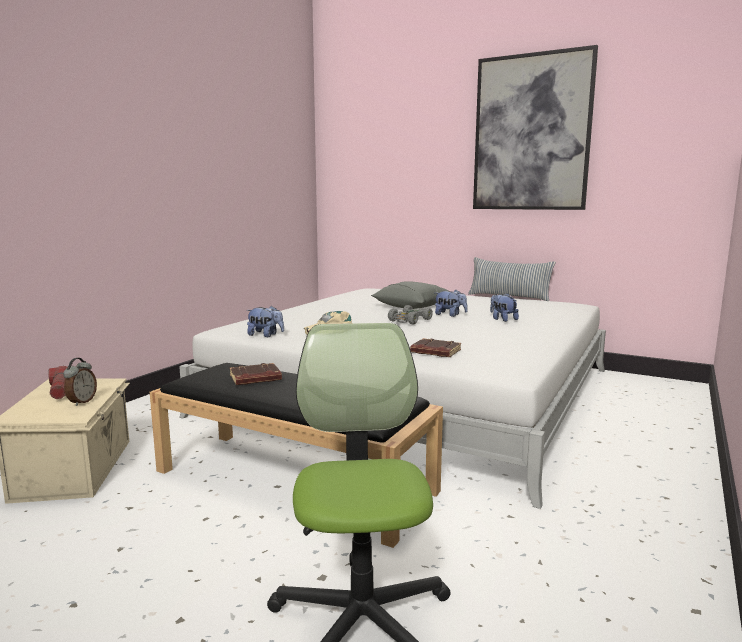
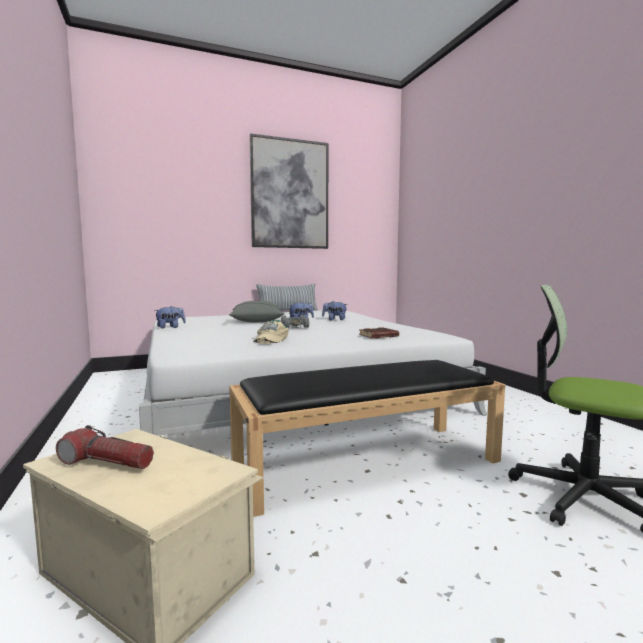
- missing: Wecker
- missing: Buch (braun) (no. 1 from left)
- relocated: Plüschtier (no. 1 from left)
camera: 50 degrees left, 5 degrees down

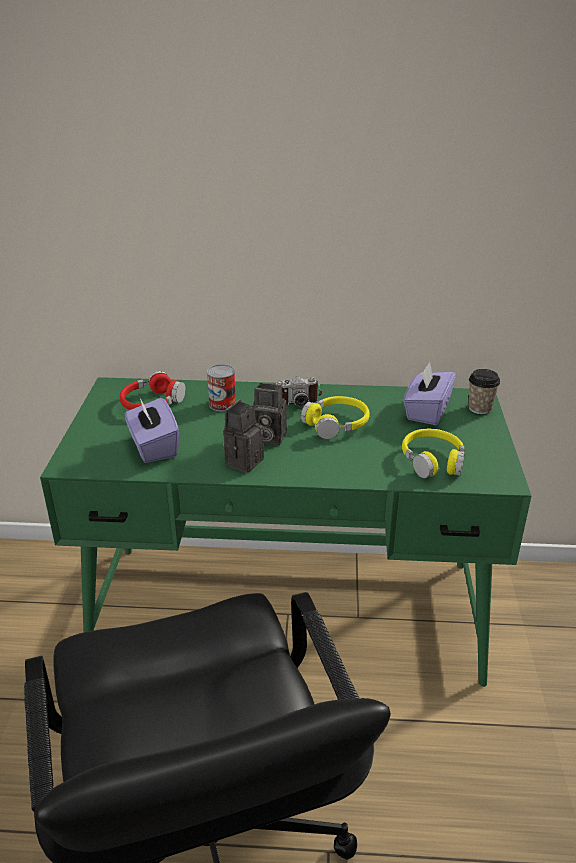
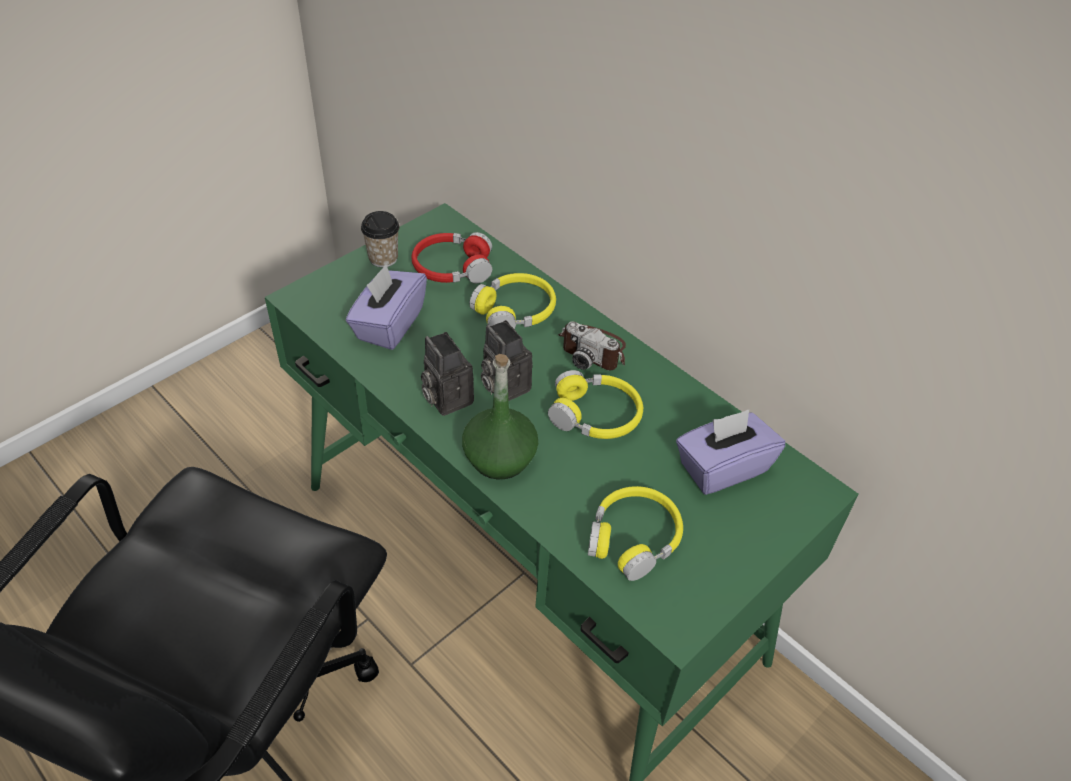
- exchanged: Dose to Kopfhörer (gelb) (no. 1 from left)
- spun: Kamera (no. 1 from left) 105 degrees counterclockwise
- relocated: Tasse
- appeared: Flasche (grün)
camera: 40 degrees right, 15 degrees up

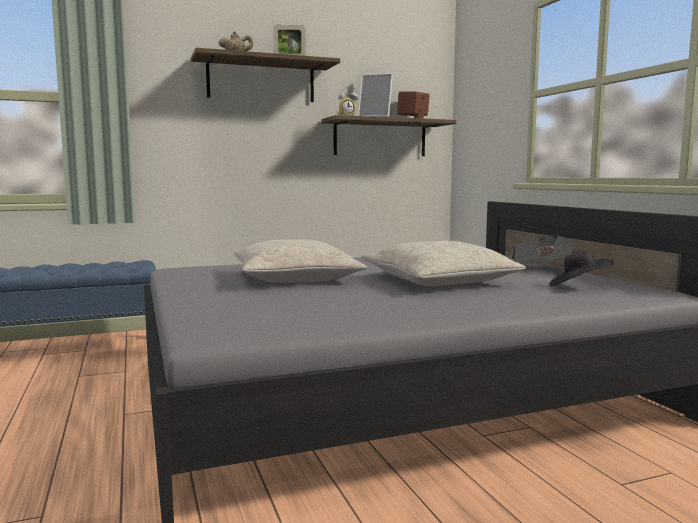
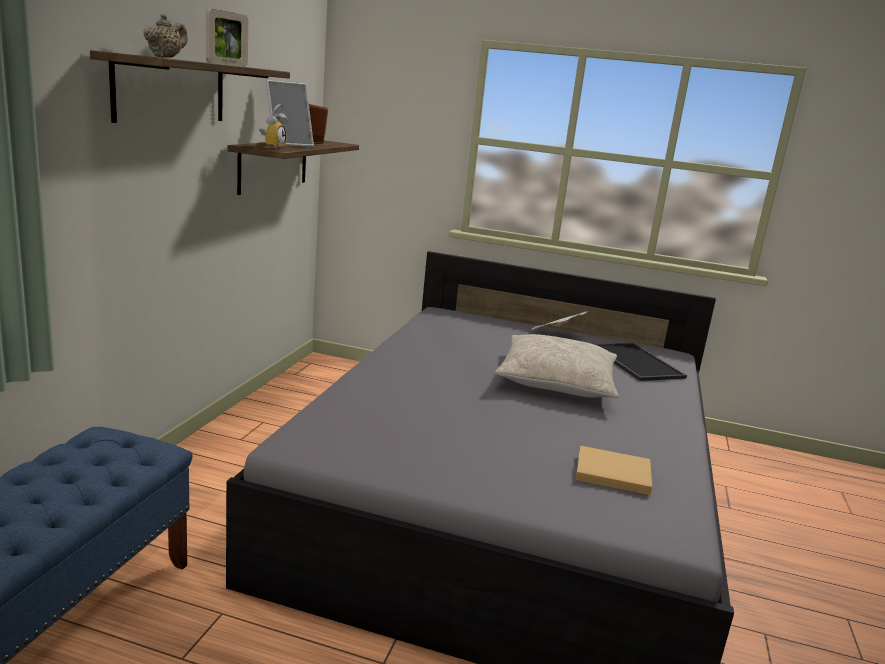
- missing: Kissen (beige) (no. 1 from left)
- exchanged: Hut (schwarz) to Tablett
- appeared: Buch (beige)
camera: 55 degrees left, 10 degrees up

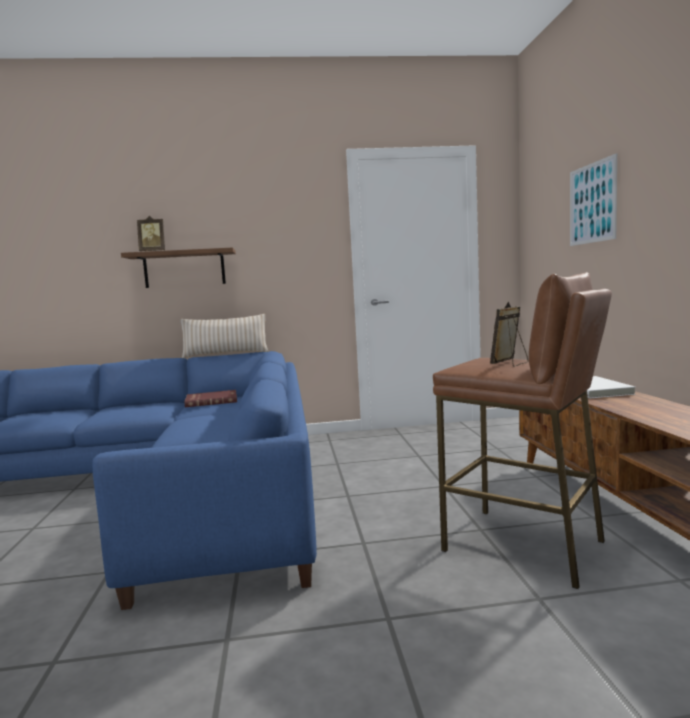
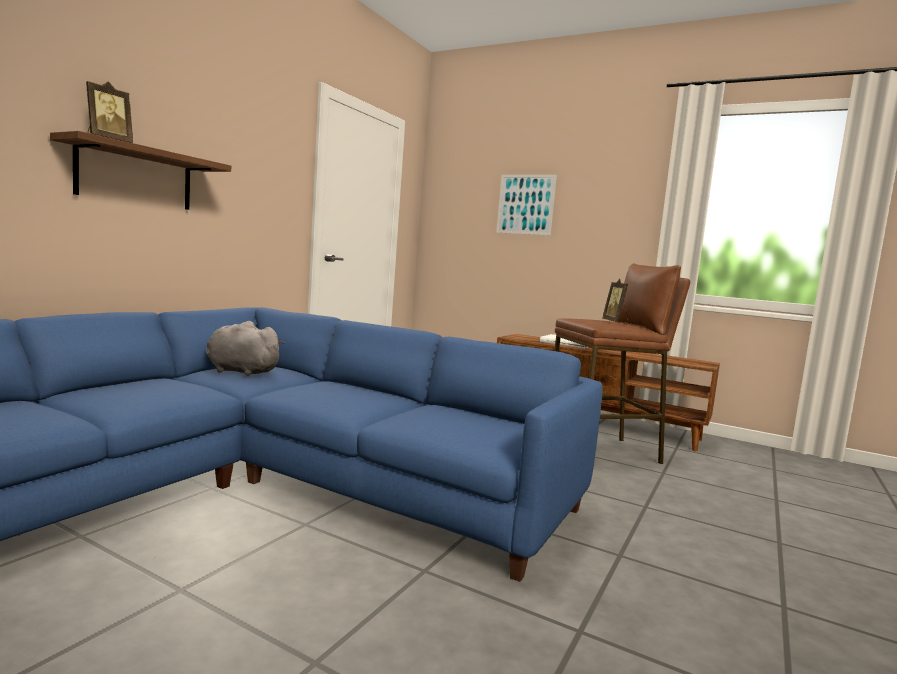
- missing: Kissen (beige)
- exchanged: Buch (rot) to Plüschtier (grau)
camera: 55 degrees left, 0 degrees up

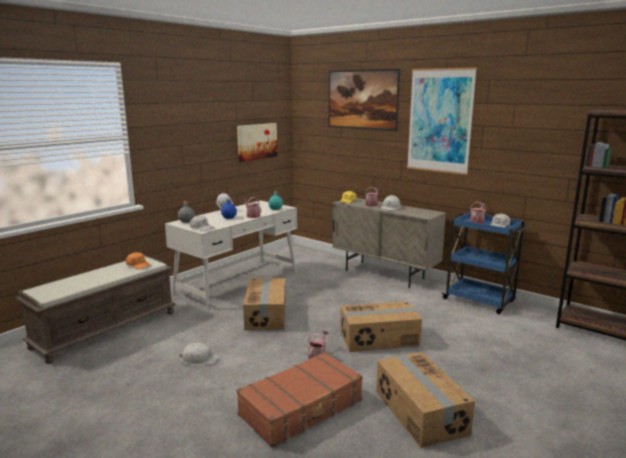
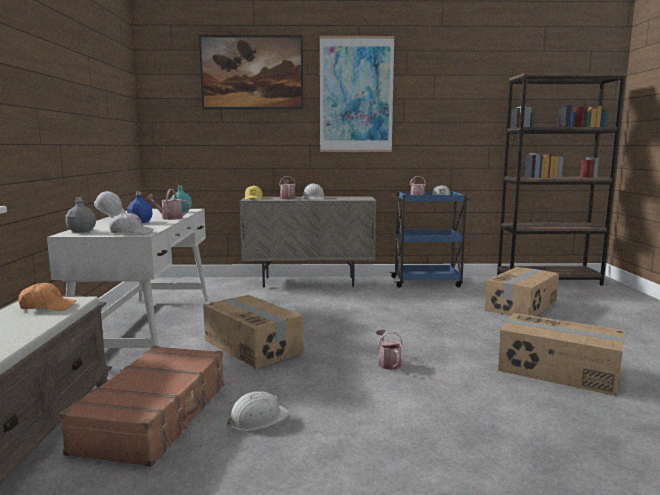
- missing: Bild (no. 1 from left)
- relocated: Koffer (braun)
- relocated: Karton (no. 2 from left)
camera: 40 degrees left, 5 degrees down

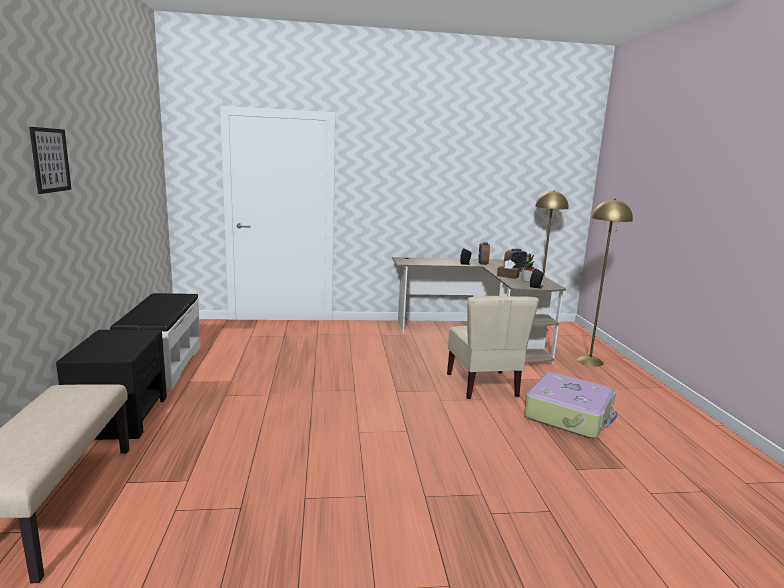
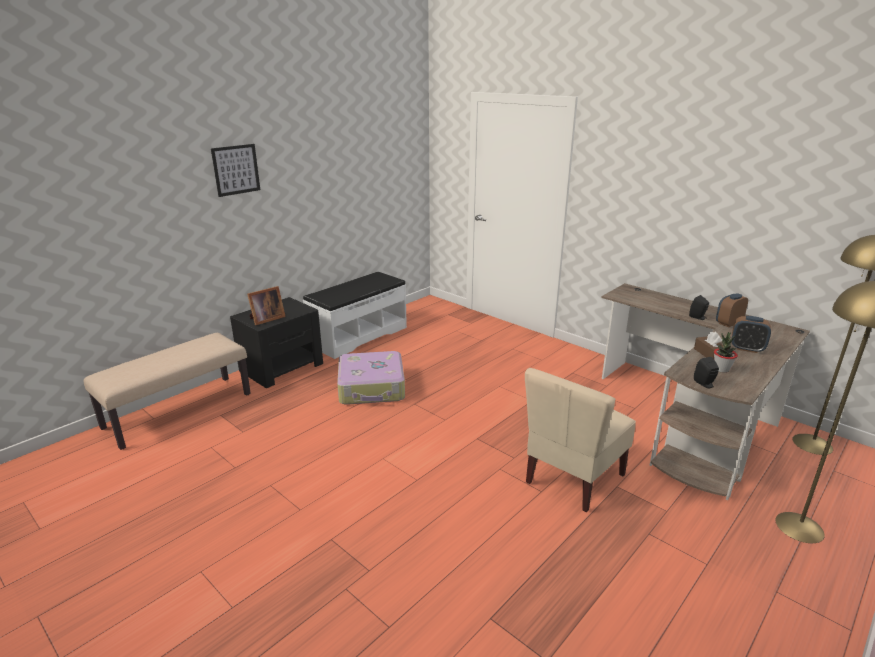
- relocated: Koffer
- appeared: Bilderrahmen
camera: 50 degrees right, 10 degrees up

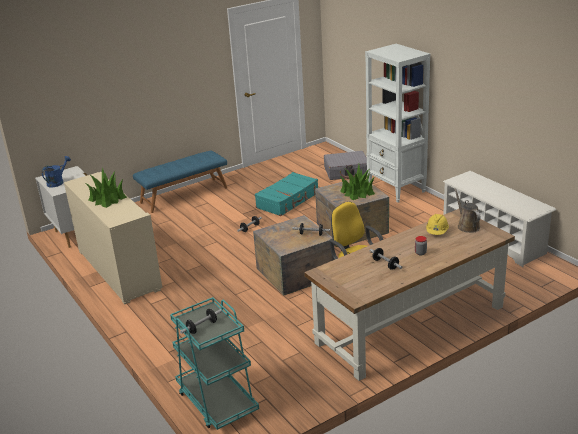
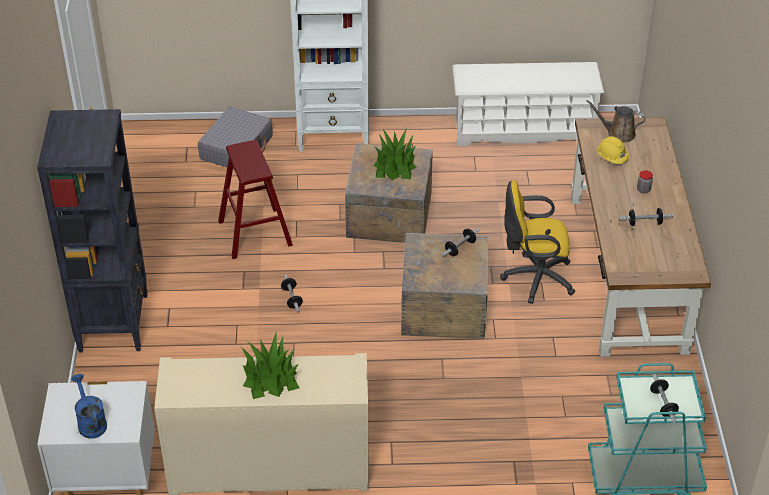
- exchanged: Bank (blau) to Bücherregal (schwarz)
- exchanged: Koffer (türkis) to Hocker (rot)
camera: 60 degrees left, 15 degrees up

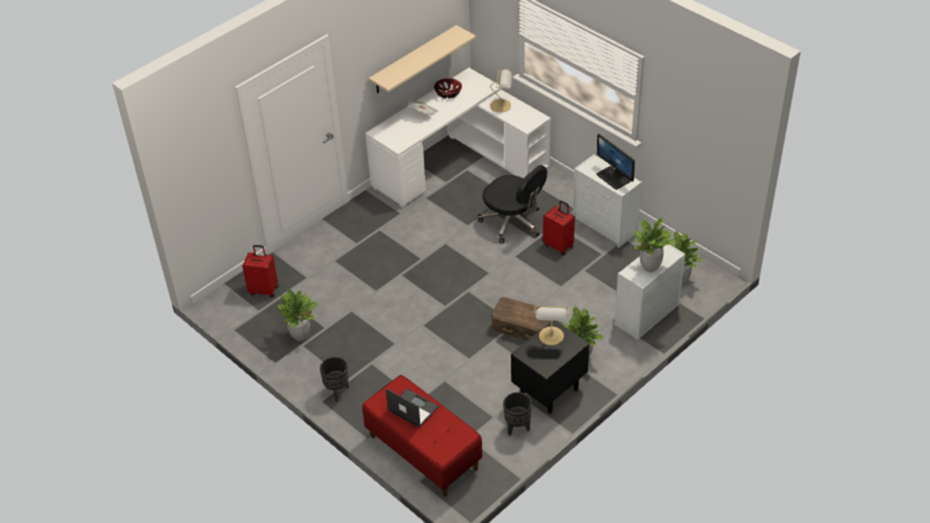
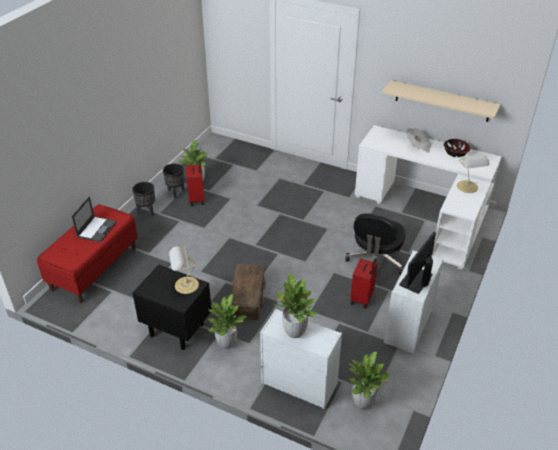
- relocated: Koffer (rot) (no. 1 from left)
- relocated: Pflanzkübel (schwarz) (no. 2 from left)
camera: 70 degrees right, 5 degrees down

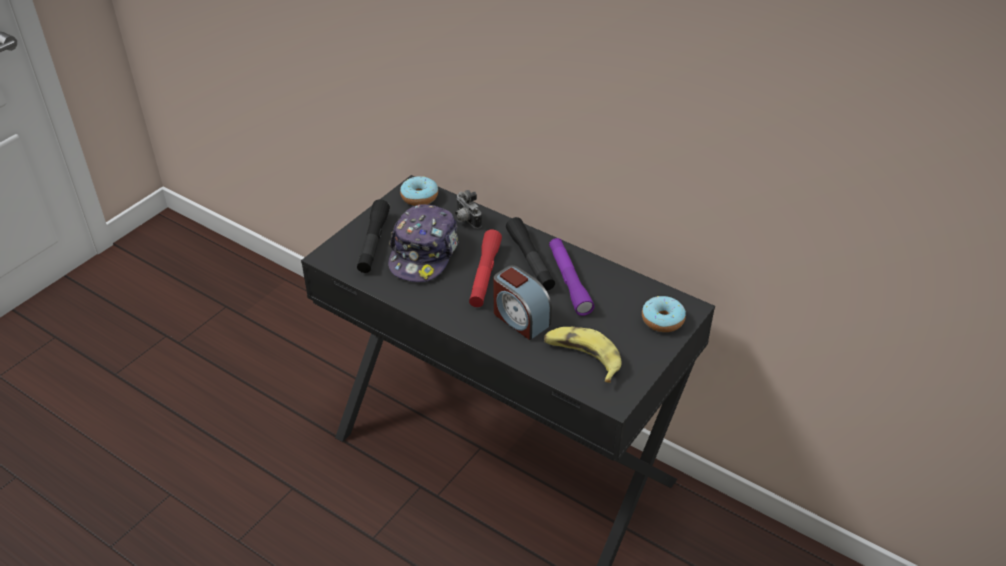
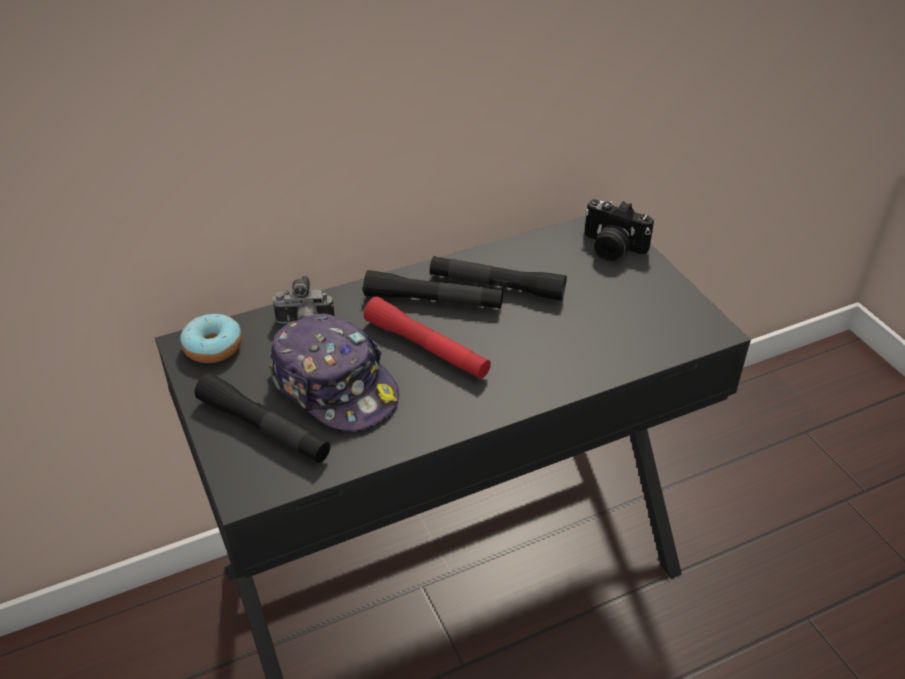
- missing: Wecker
- missing: Banane
- colour: Taschenlampe (lila) to Taschenlampe (schwarz) (no. 3 from left)
- exchanged: Donut (no. 2 from left) to Kamera (no. 2 from left)
camera: 60 degrees left, 0 degrees up

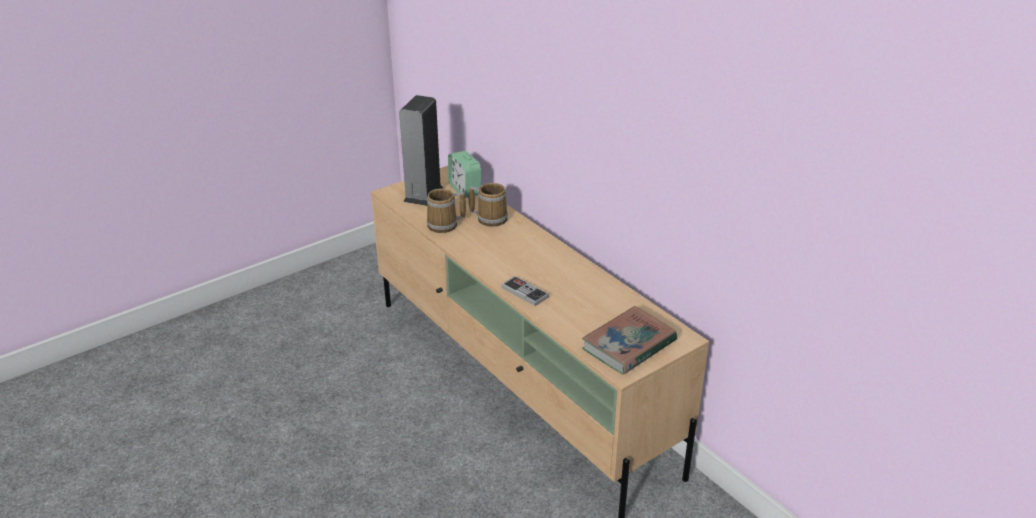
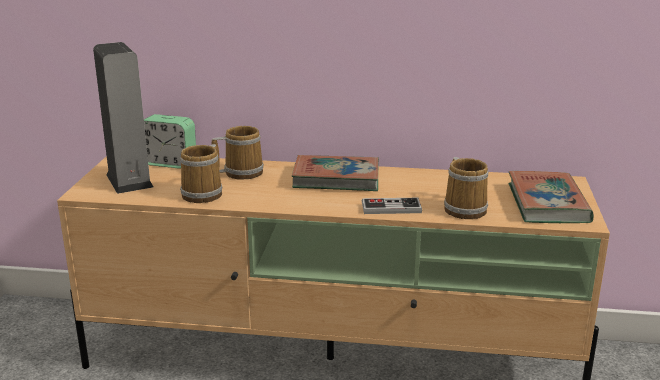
- appeared: Buch (no. 1 from left)
- appeared: Henkelbecher (no. 3 from left)
camera: 45 degrees left, 10 degrees down

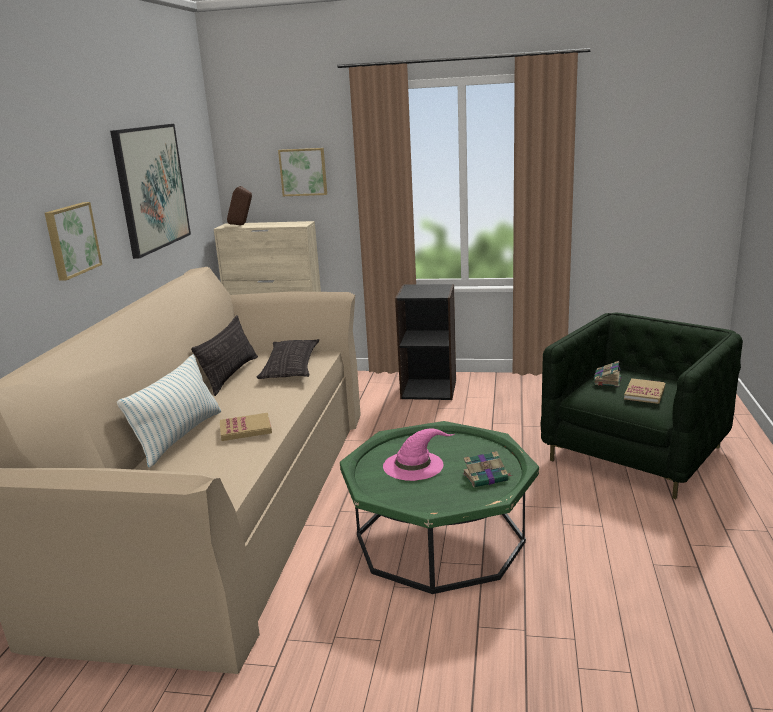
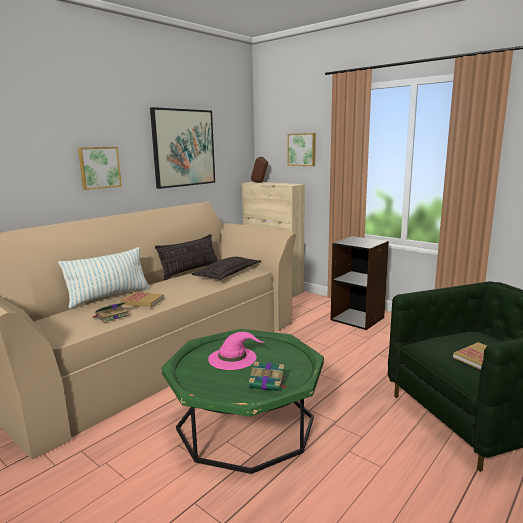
- relocated: Buch (no. 3 from left in the first image) to Buch (no. 1 from left)
camera: 30 degrees right, 5 degrees down

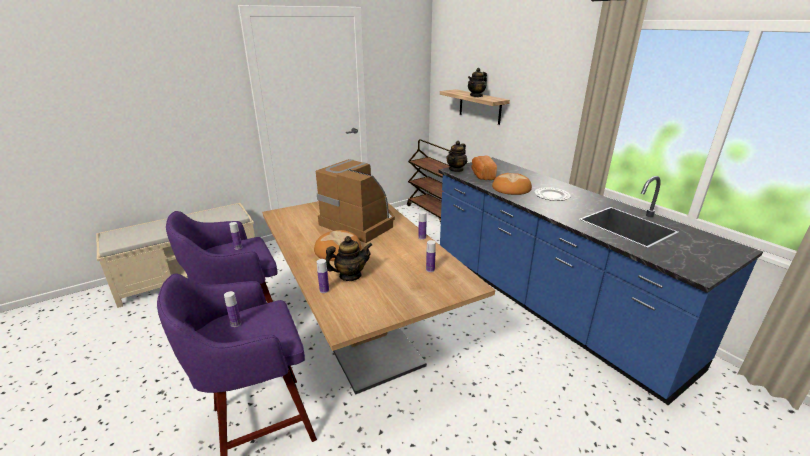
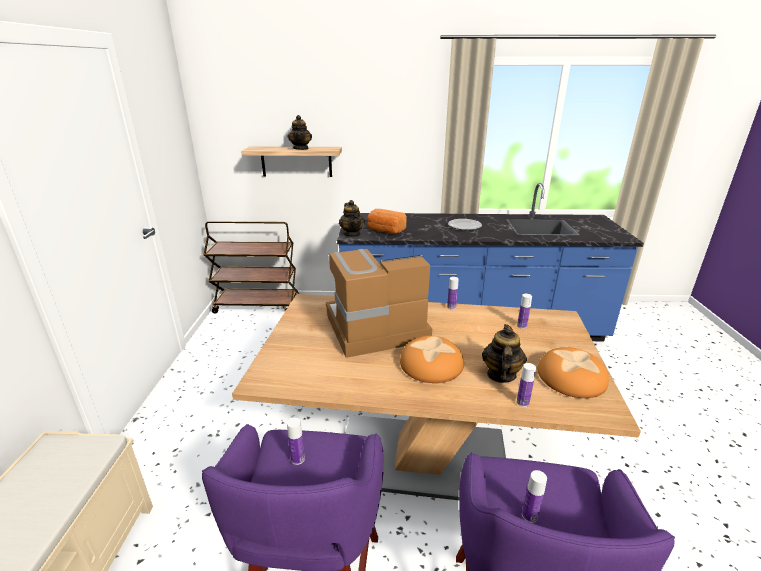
- relocated: Brot (no. 3 from left)
camera: 55 degrees left, 0 degrees up

